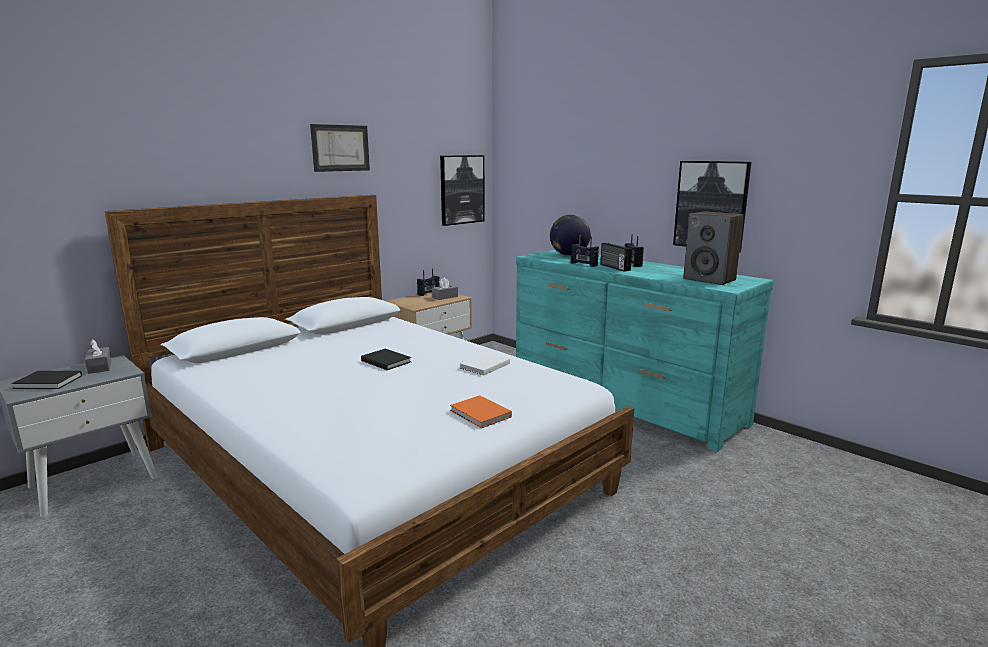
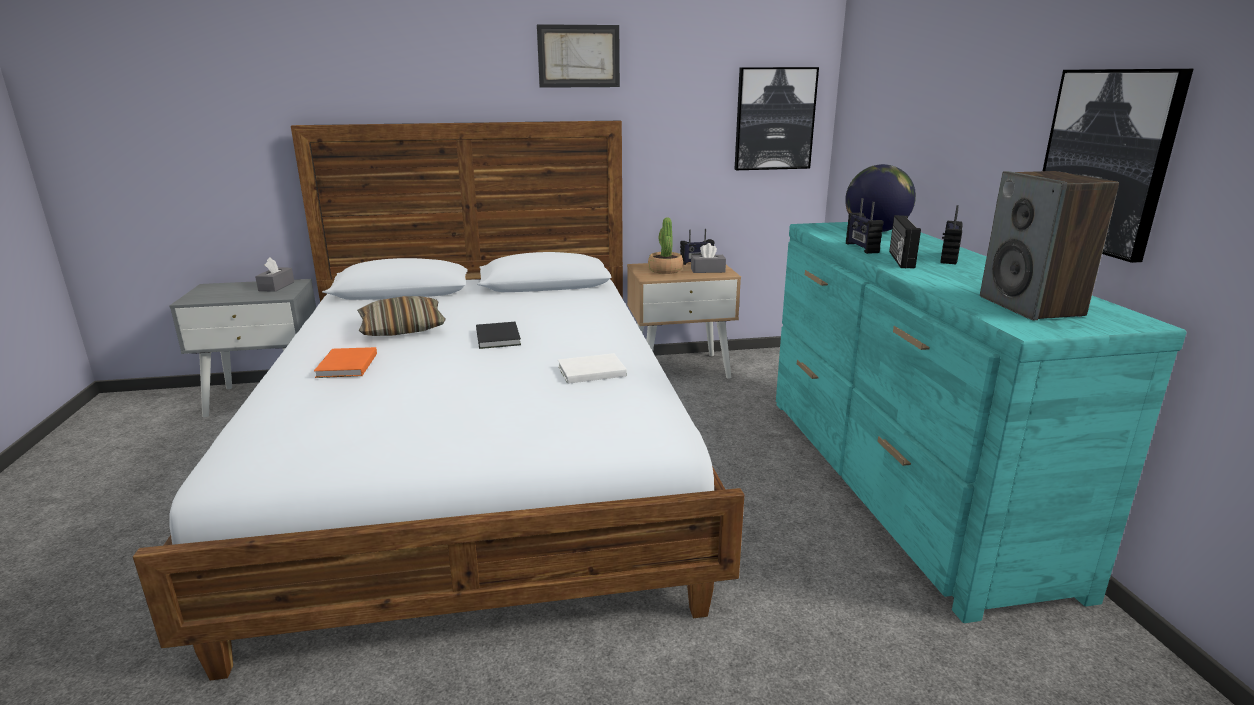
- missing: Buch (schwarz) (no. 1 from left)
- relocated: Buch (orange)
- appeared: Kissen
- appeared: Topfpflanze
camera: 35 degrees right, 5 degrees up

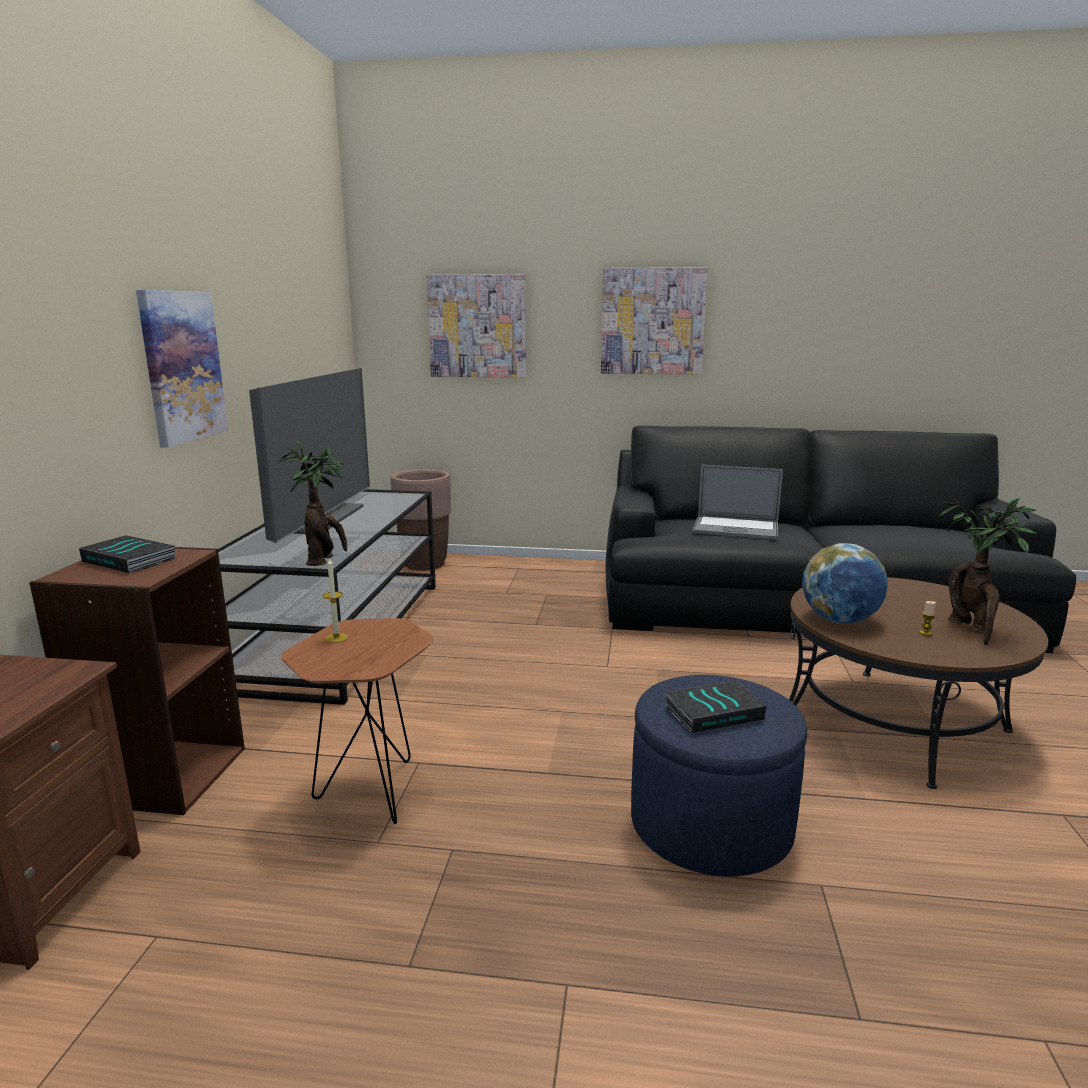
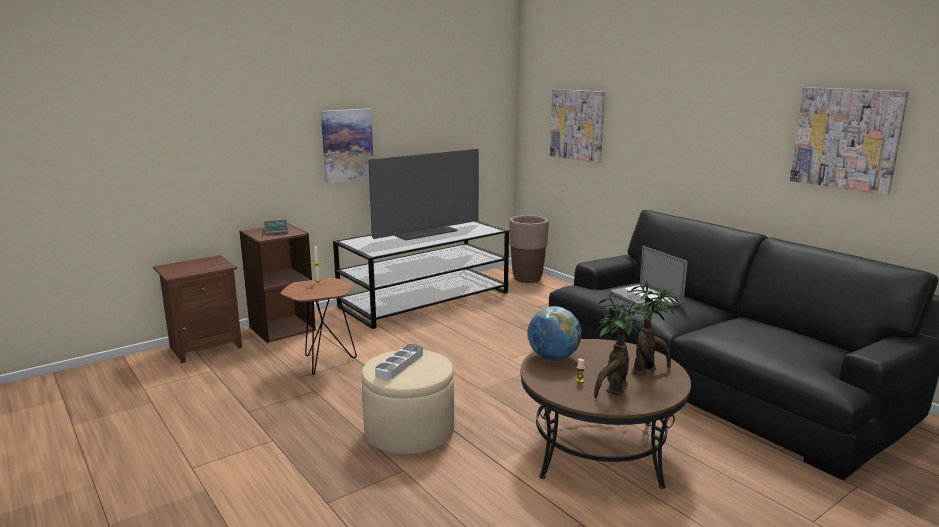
- relocated: Topfpflanze (no. 1 from left in the first image) to Topfpflanze (no. 2 from left)
- relocated: Bild (no. 3 from left)
- colour: Polsterhocker (blau) to Polsterhocker (beige)
- exchanged: Buch (no. 2 from left) to Tablett (grau)
camera: 45 degrees right, 0 degrees up

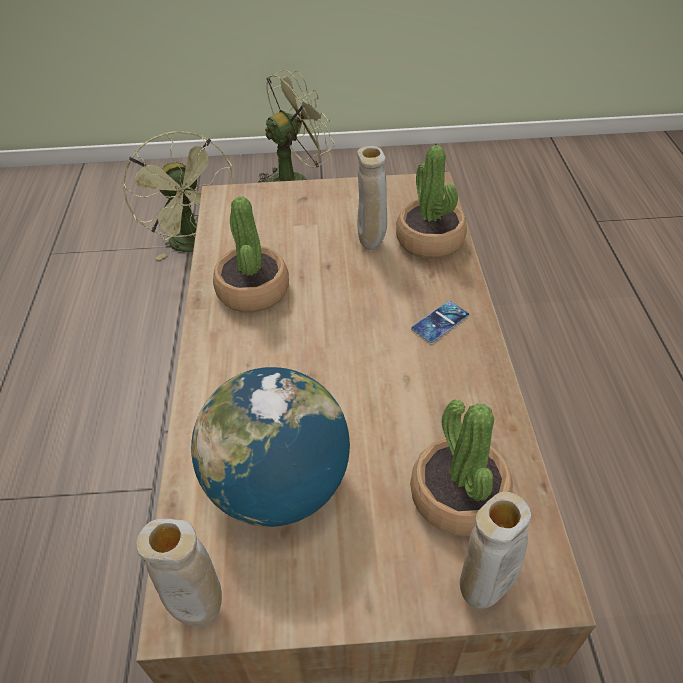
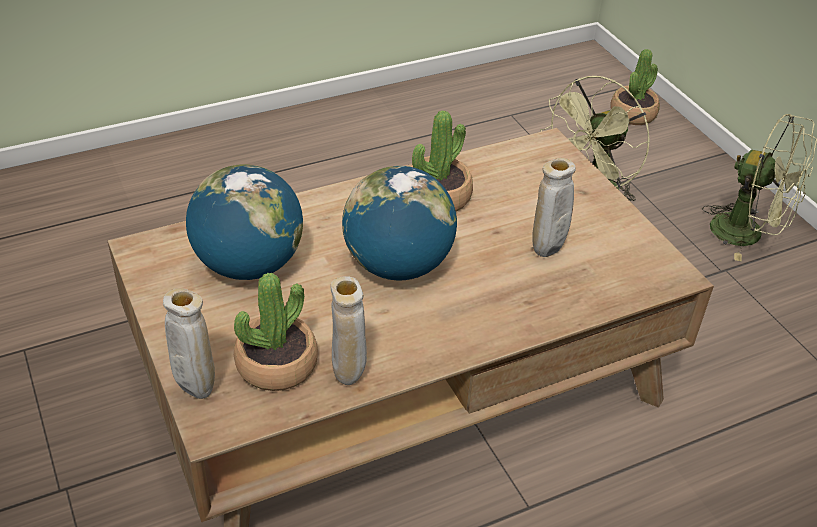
- relocated: Vase (beige) (no. 1 from left in the first image) to Vase (beige) (no. 2 from left)
- relocated: Topfpflanze (no. 2 from left in the first image) to Topfpflanze (no. 3 from left)
- missing: Handy
- appeared: Globus (no. 2 from left)
camera: 65 degrees right, 5 degrees down

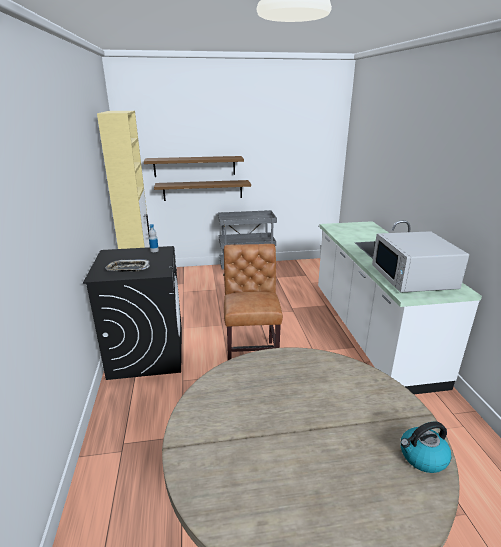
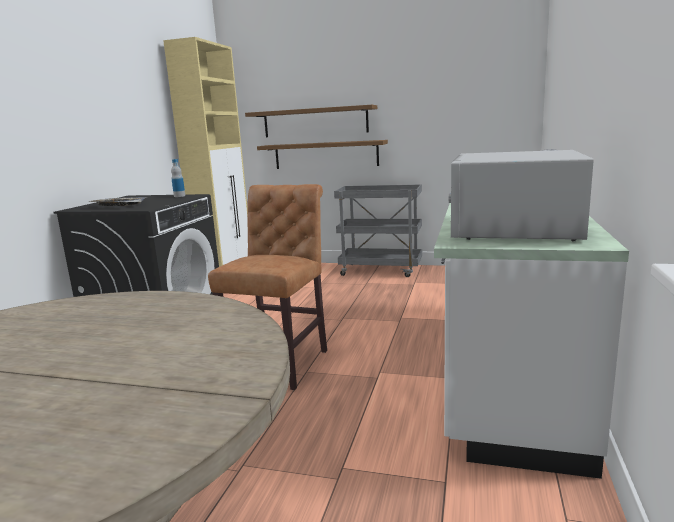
- missing: Wasserkessel
camera: 25 degrees right, 10 degrees down

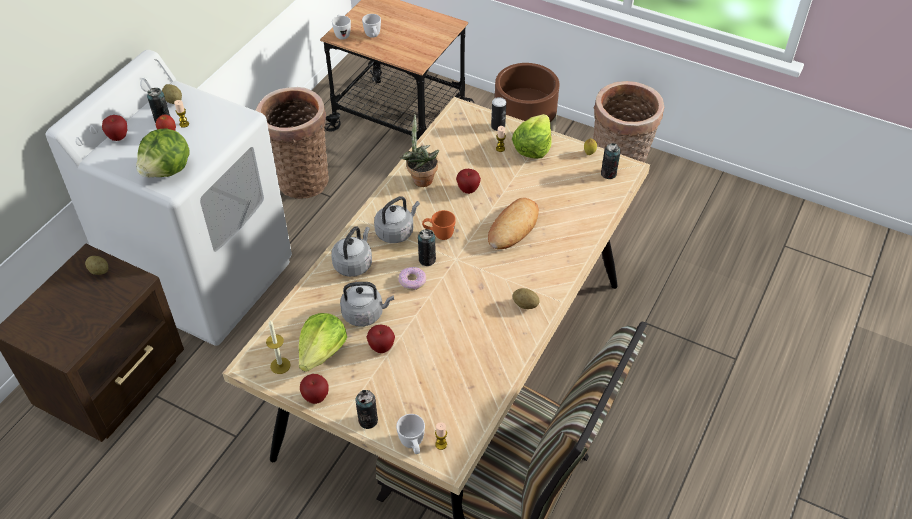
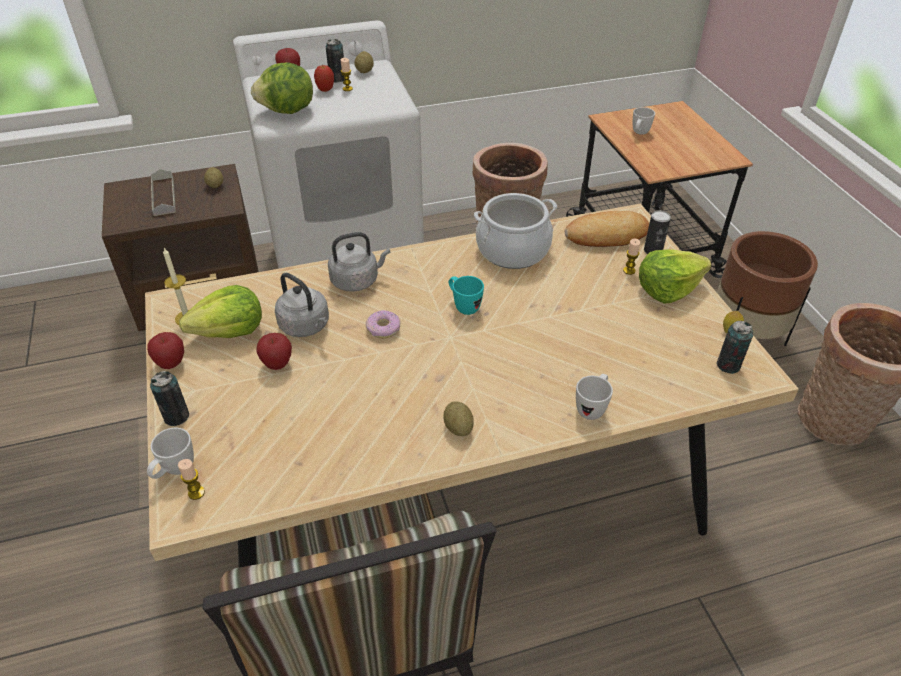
- relocated: Henkelbecher (weiß) (no. 1 from left in the first image) to Henkelbecher (weiß) (no. 2 from left)
- missing: Wasserkessel (grau) (no. 3 from left)
- exchanged: Topfpflanze to Kochtopf
- missing: Dose (no. 3 from left)
- colour: Henkelbecher (orange) to Henkelbecher (türkis)
- missing: Apfel (no. 5 from left)
- relocated: Brot
- appeared: Tablett (grau)
camera: 45 degrees right, 5 degrees down

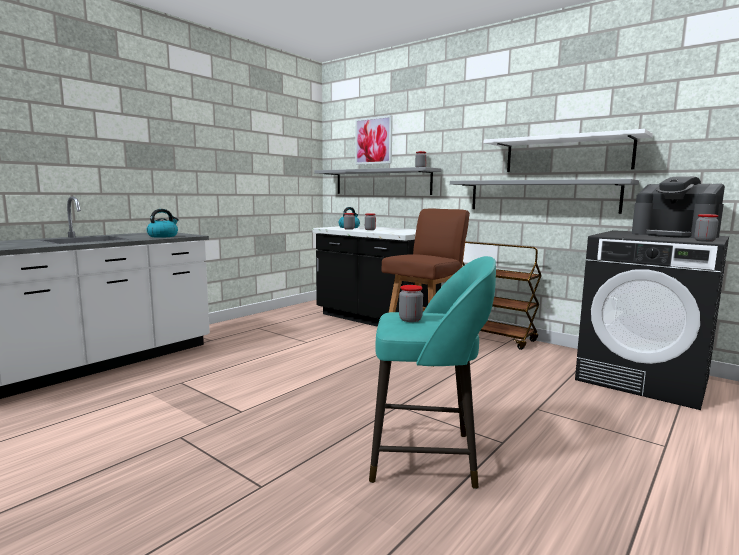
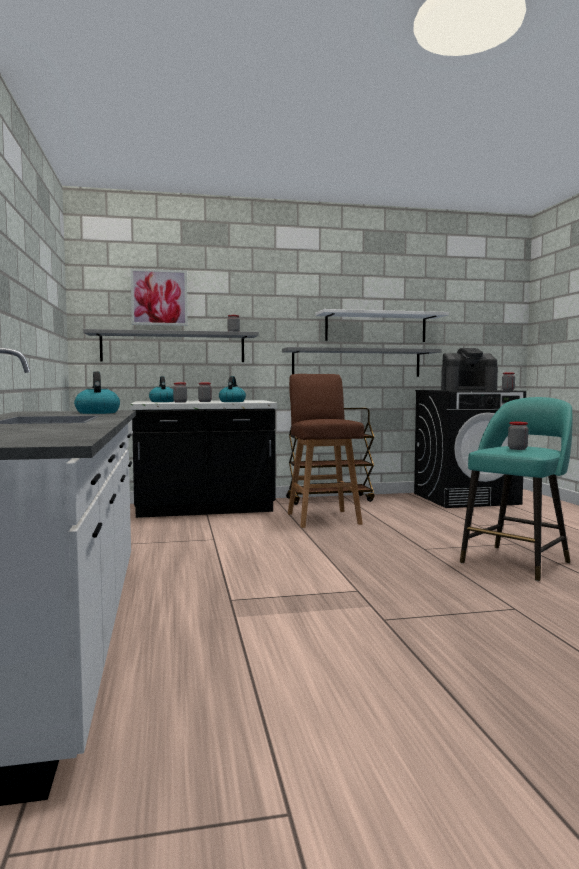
- appeared: Wasserkessel (no. 3 from left)
camera: 50 degrees left, 5 degrees down

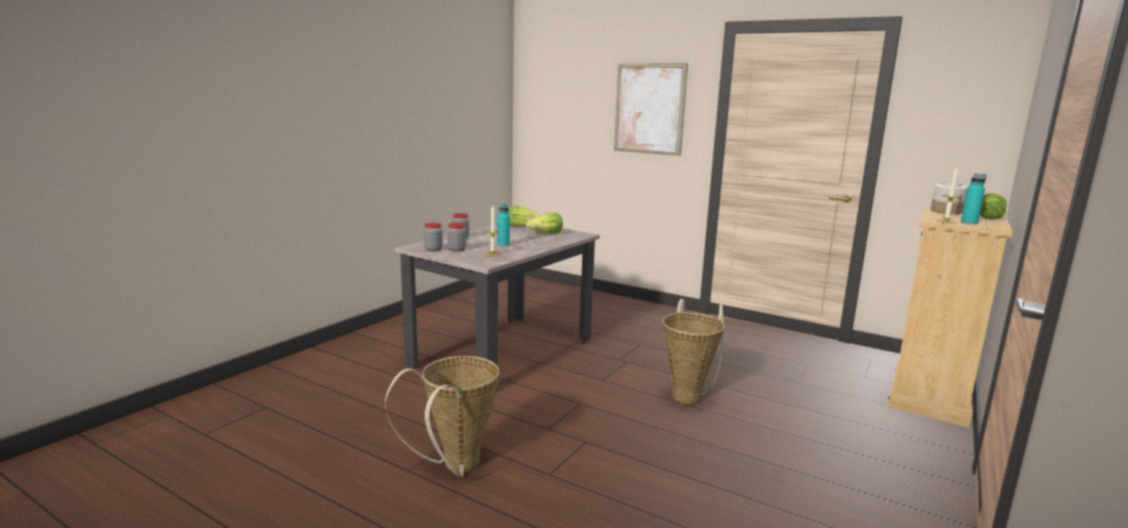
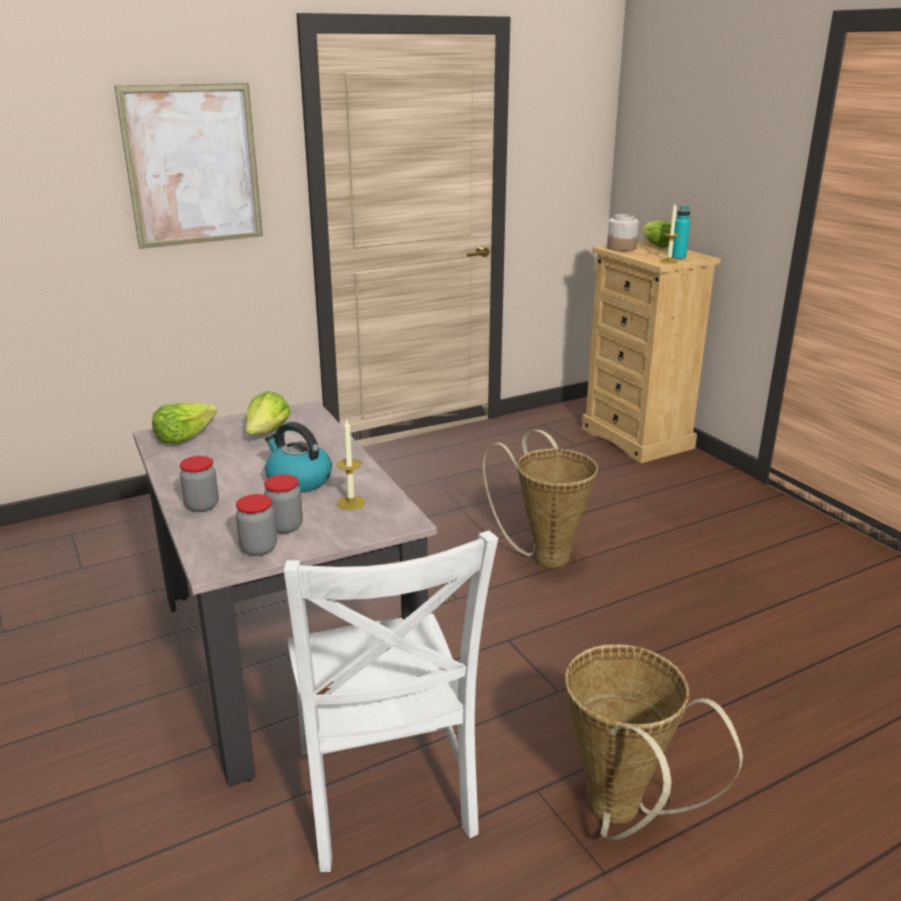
- exchanged: Flasche (türkis) (no. 1 from left) to Wasserkessel
- appeared: Stuhl (weiß)
camera: 60 degrees left, 10 degrees up

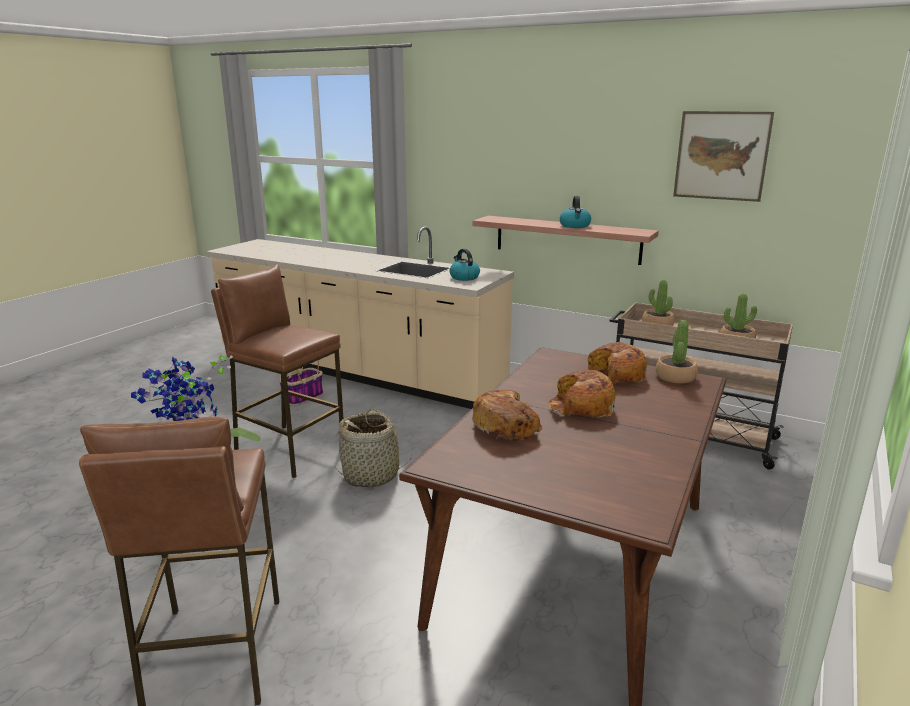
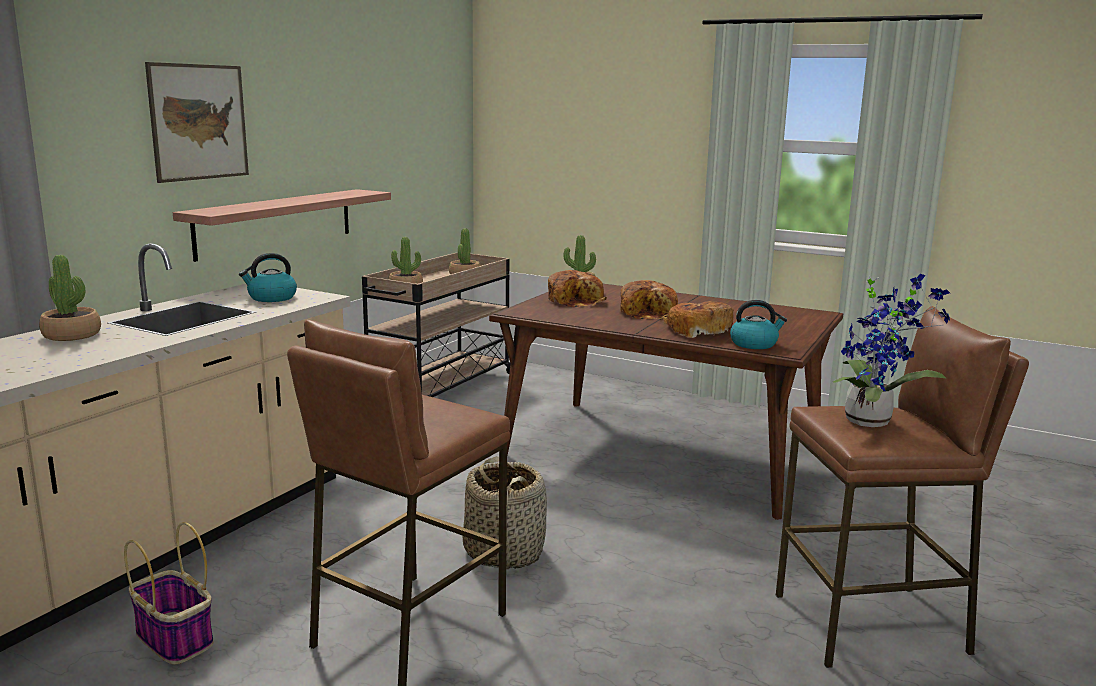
- relocated: Wasserkessel (no. 2 from left)
- relocated: Bild
- appeared: Topfpflanze (no. 1 from left)
camera: 90 degrees left, 5 degrees down

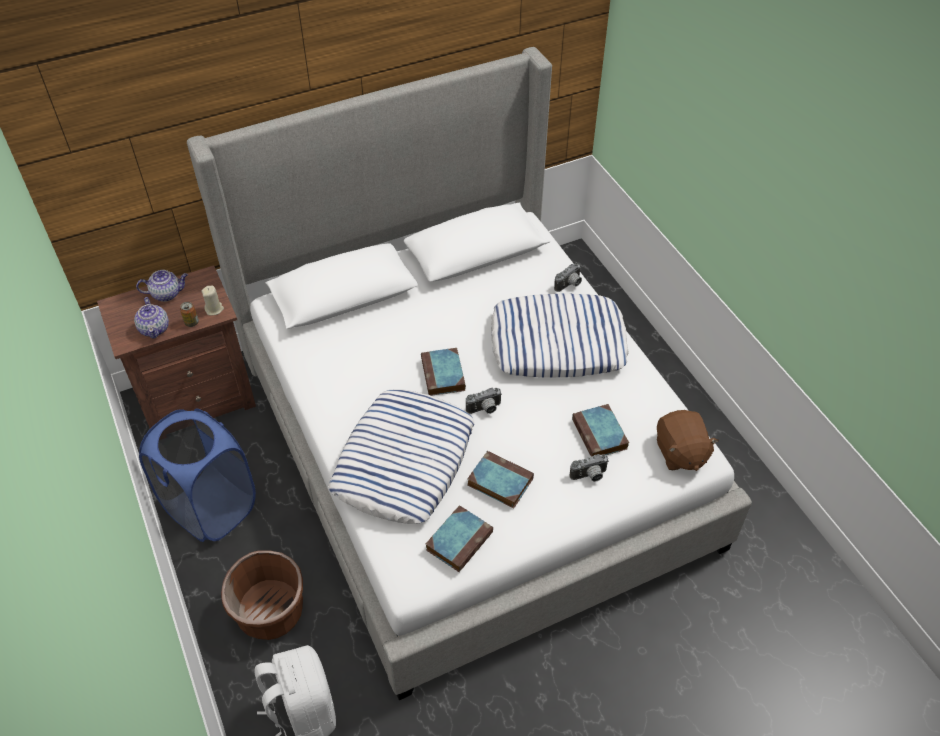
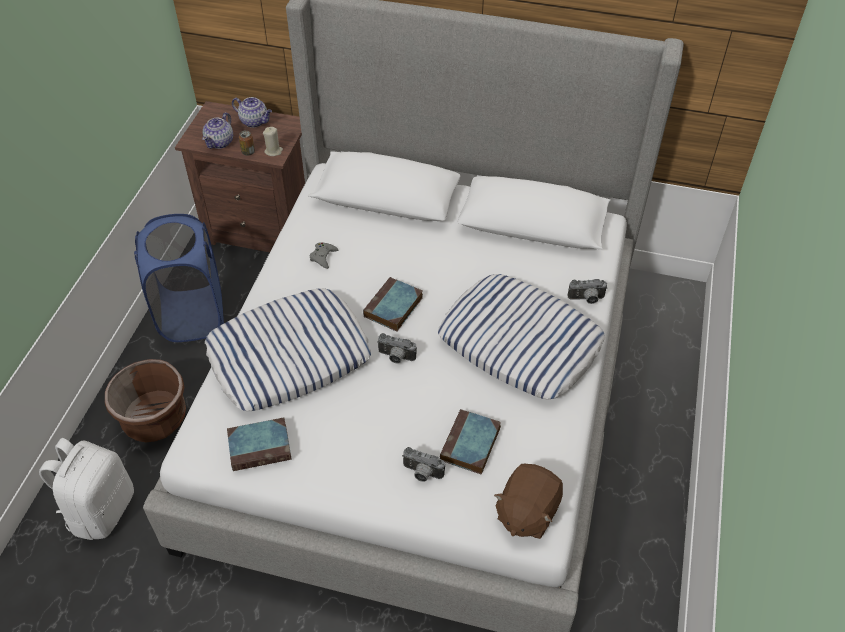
- missing: Buch (no. 3 from left)
- appeared: Gamepad (grau)
camera: 40 degrees right, 0 degrees up

